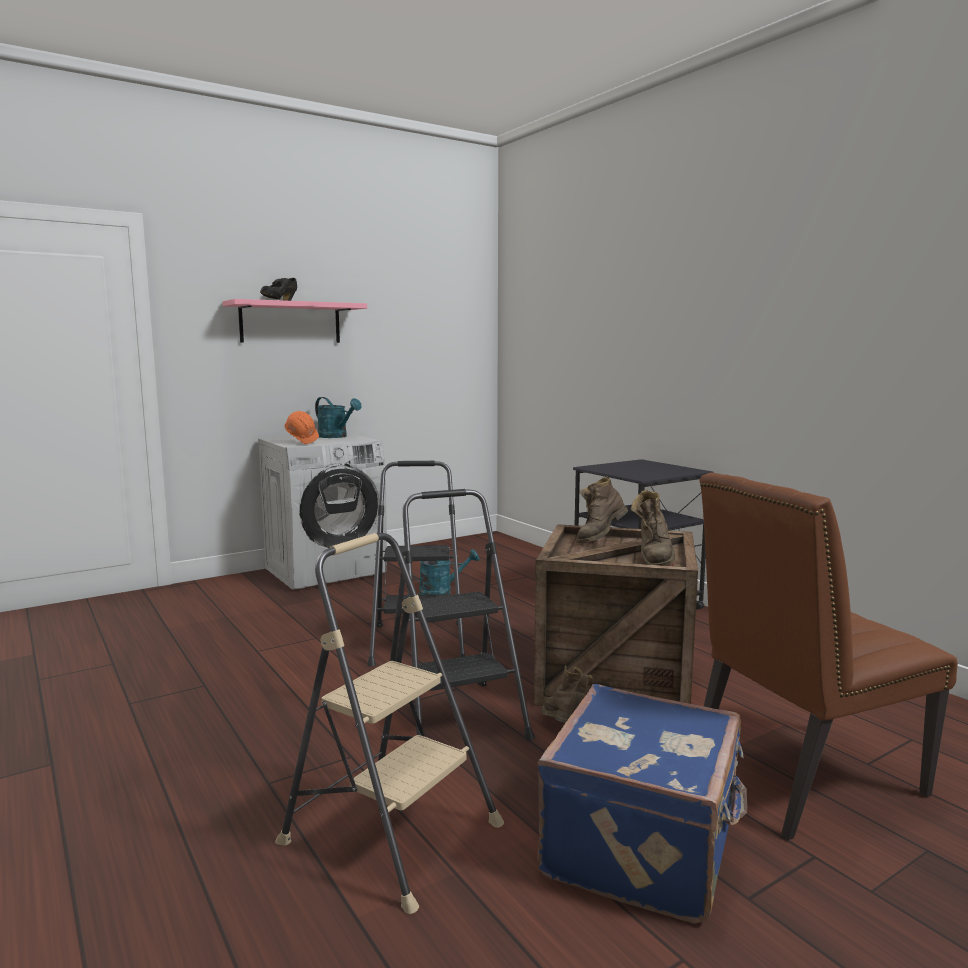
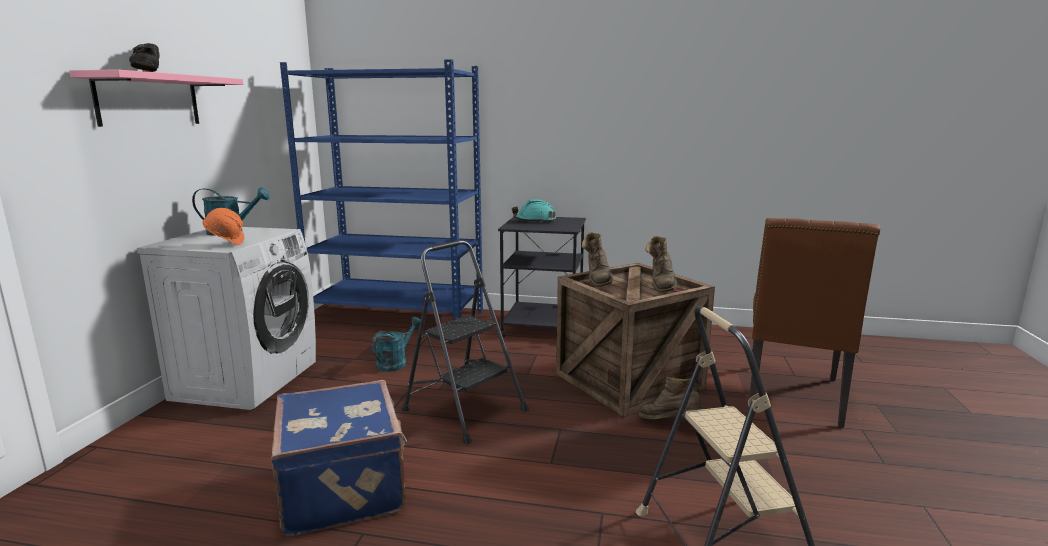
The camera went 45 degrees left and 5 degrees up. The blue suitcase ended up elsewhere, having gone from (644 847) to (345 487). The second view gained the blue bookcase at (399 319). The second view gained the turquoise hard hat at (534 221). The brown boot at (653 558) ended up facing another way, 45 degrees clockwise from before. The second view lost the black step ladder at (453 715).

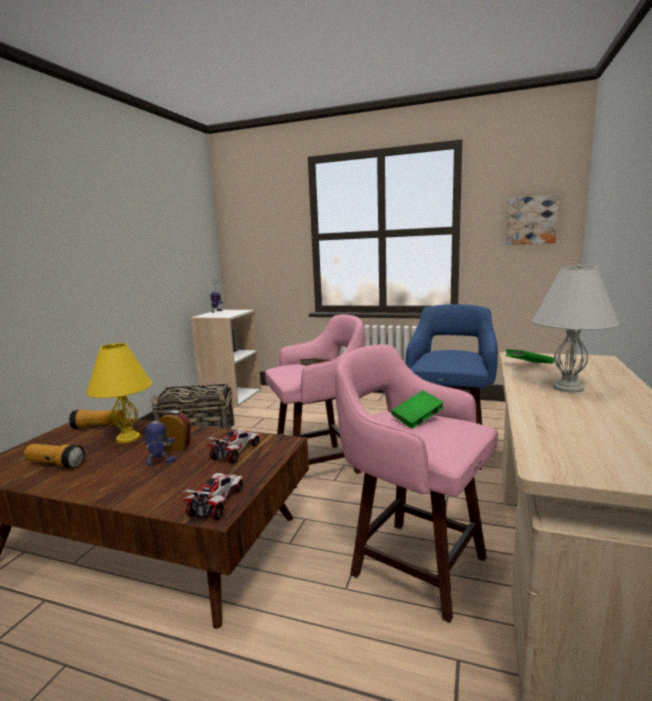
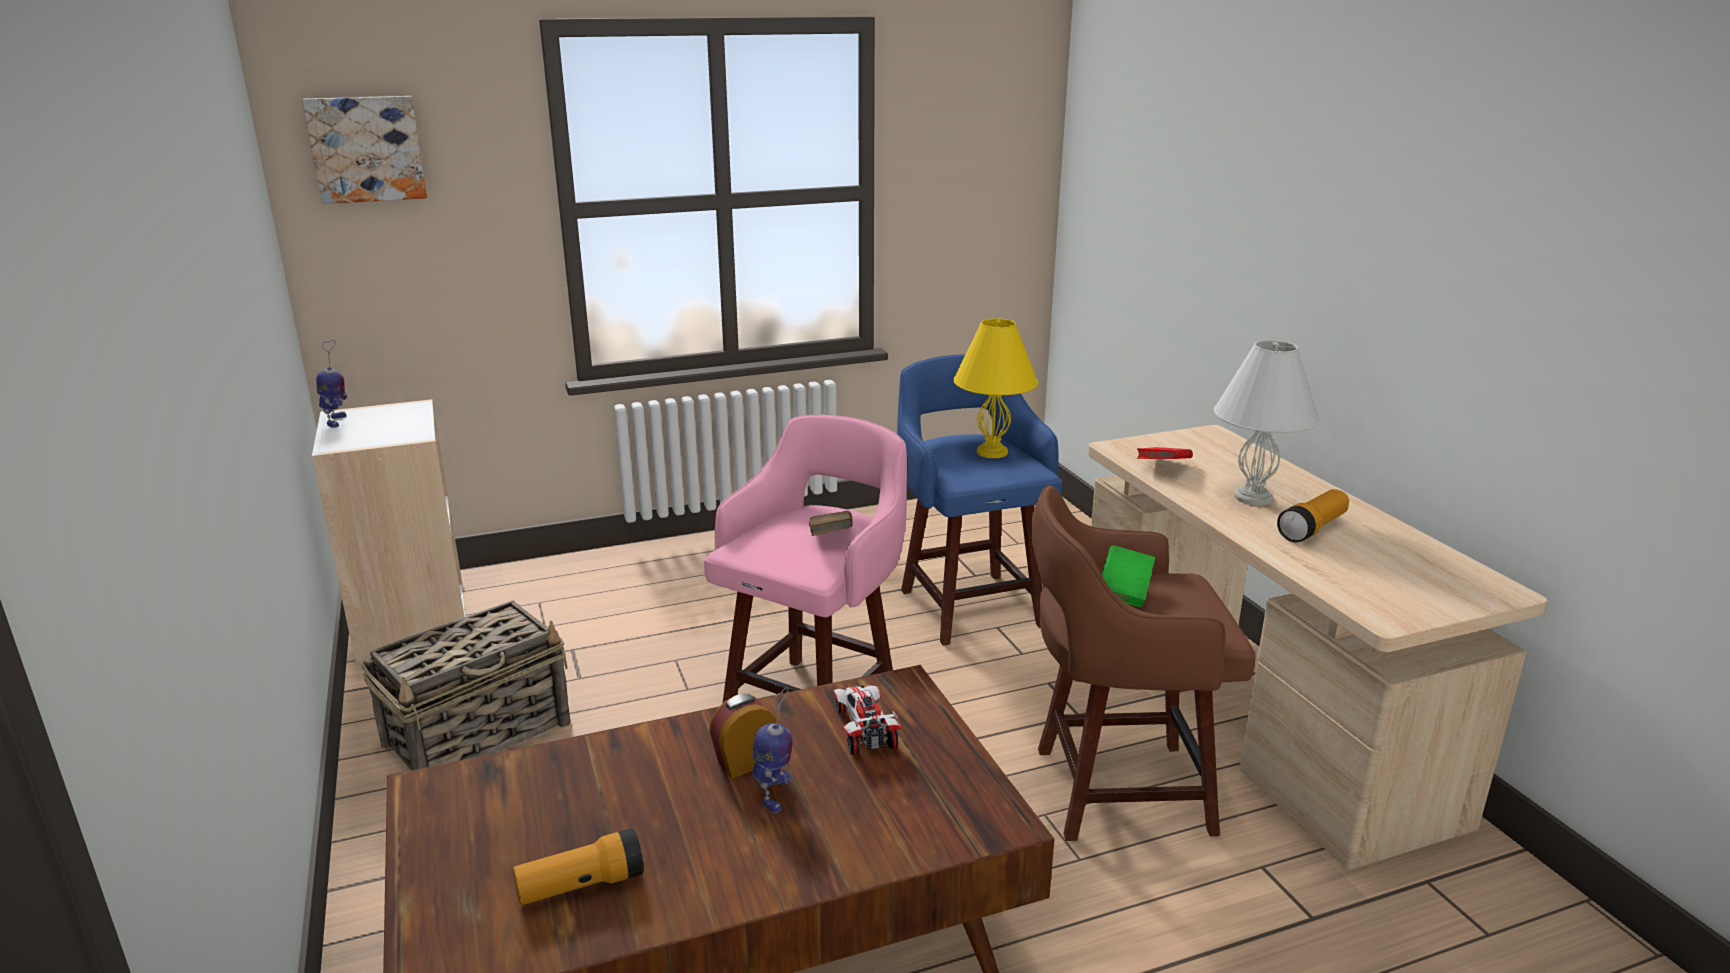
The camera went 40 degrees left and 10 degrees up. The picture ended up elsewhere, having gone from (531 220) to (366 149). The toy robot at (160 462) ended up facing another way, 135 degrees clockwise from before. The yellow table lamp ended up elsewhere, having gone from (128 438) to (991 452). What was the pink stool at (413 563) turned into the brown stool at (1114 791). What was the green book at (528 366) turned into the red book at (1162 467). The flashlight ended up elsewhere, having gone from (98 426) to (1312 529). The second view lost the toy car at (217 503).

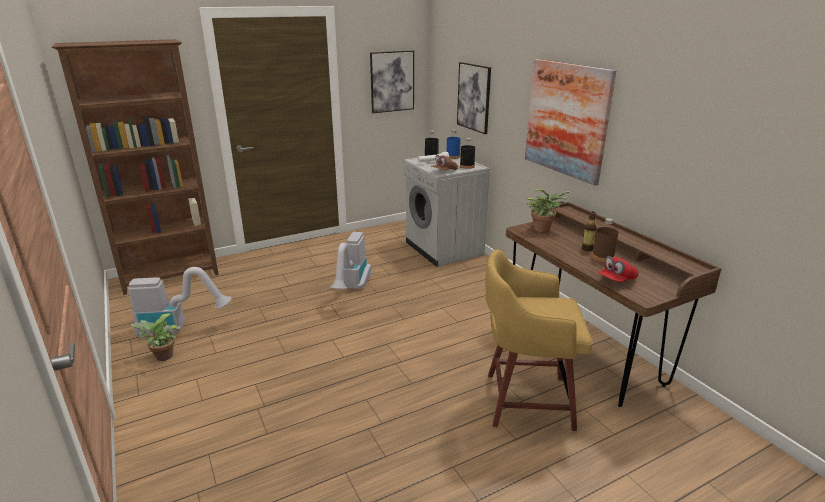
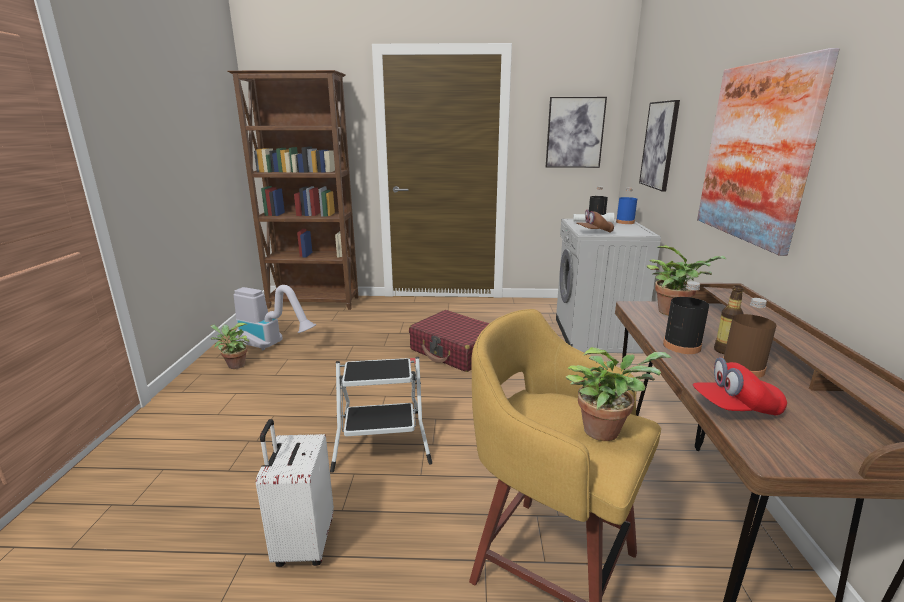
The camera went 30 degrees right and 5 degrees down. The second view gained the white suitcase at (303 543). The second view gained the step ladder at (382 440). Where the vacuum cleaner stood at (352 288), the red suitcase came to stand at (455 351). The second view gained the potted plant at (605 430). The black bottle ended up elsewhere, having gone from (467 166) to (681 346).

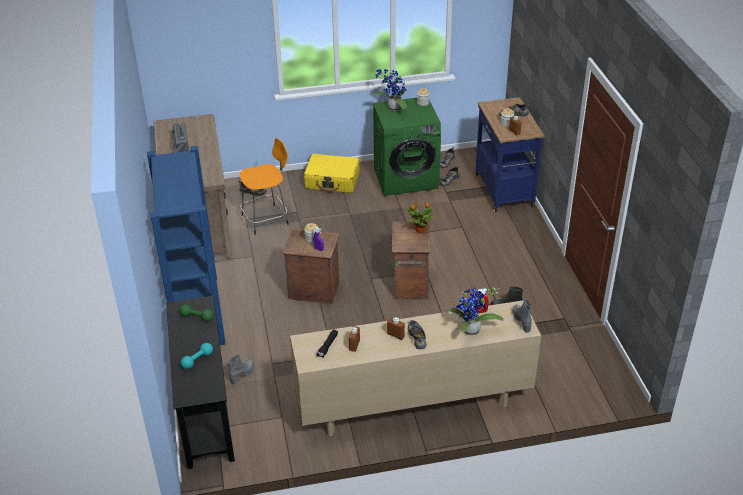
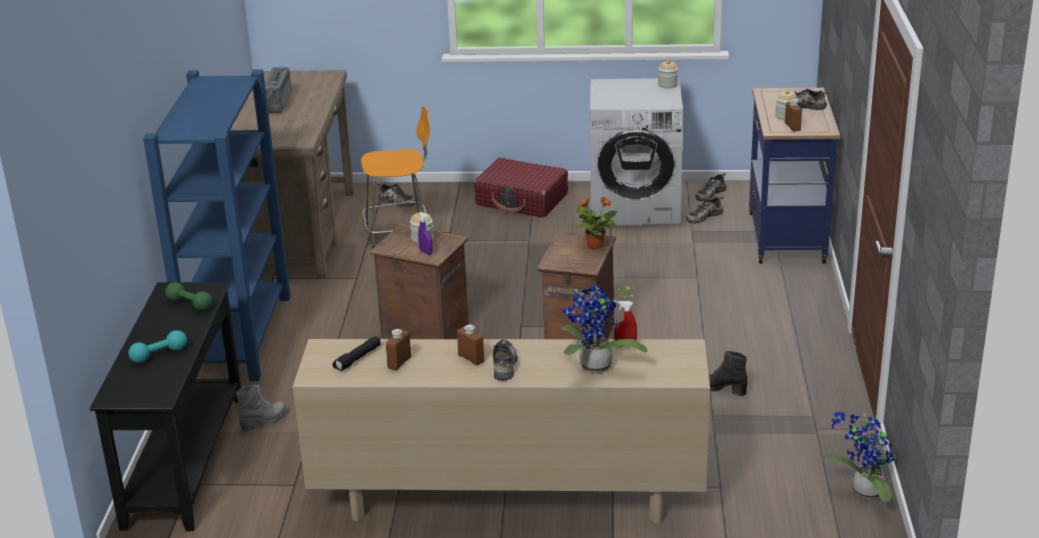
The camera went 15 degrees right and 10 degrees down. What was the yellow suitcase at (332 180) turned into the red suitcase at (522 200). What was the green washing machine at (406 180) turned into the white washing machine at (635 210). The potted plant ended up elsewhere, having gone from (393 108) to (863 492). The second view lost the grey boot at (522 321).

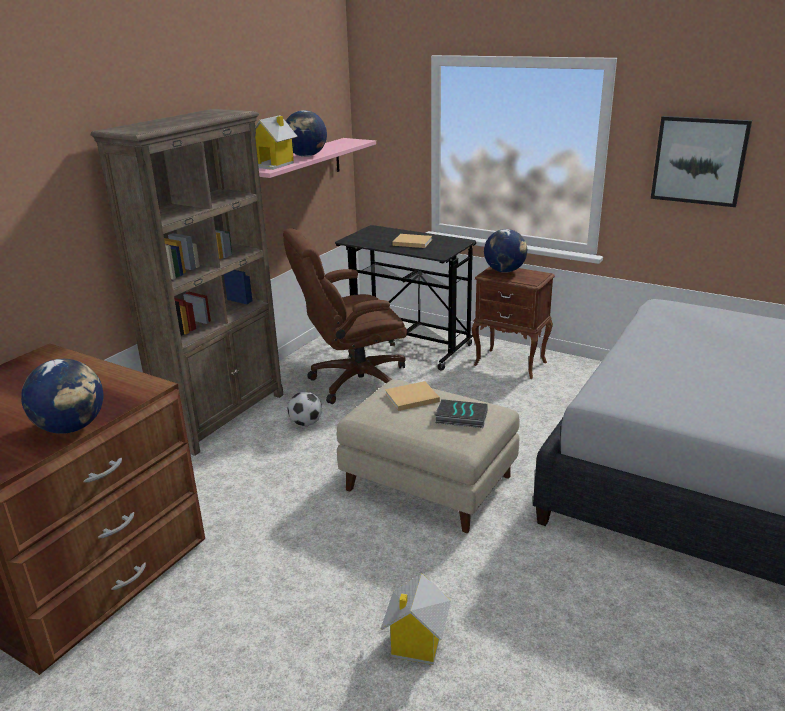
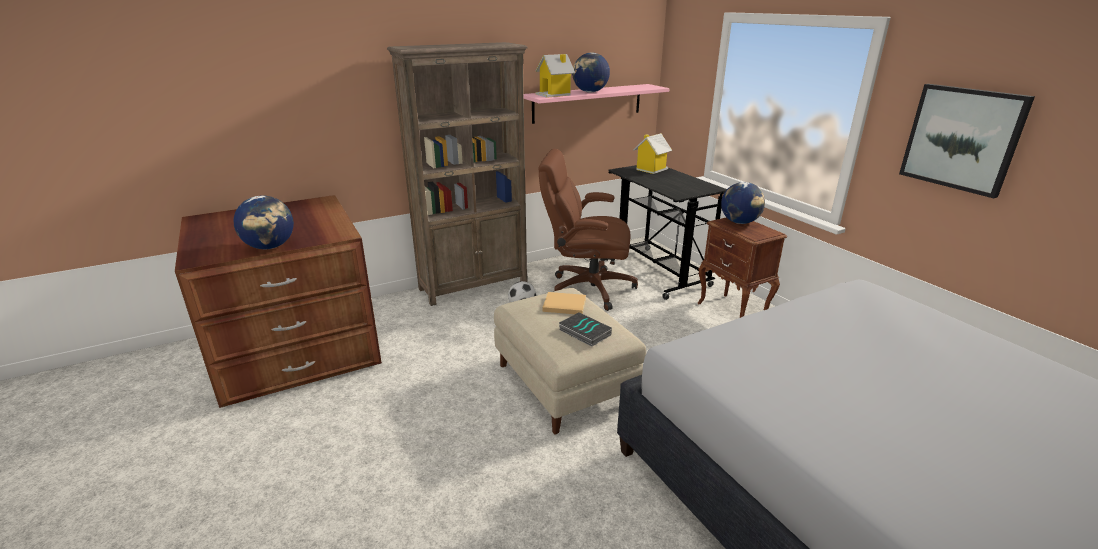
The camera went 30 degrees right and 0 degrees up. The toy house ended up elsewhere, having gone from (416 643) to (651 169). The second view lost the beige book at (411 242).

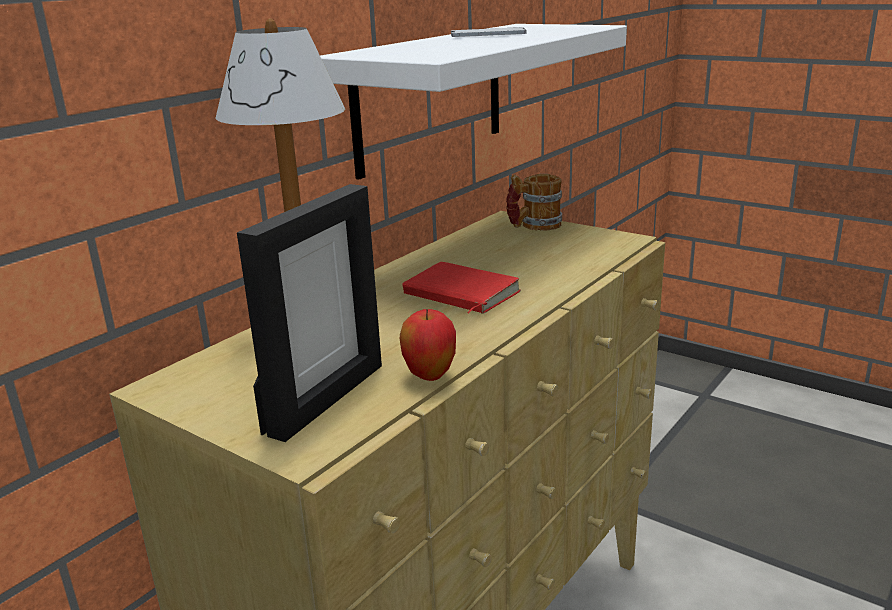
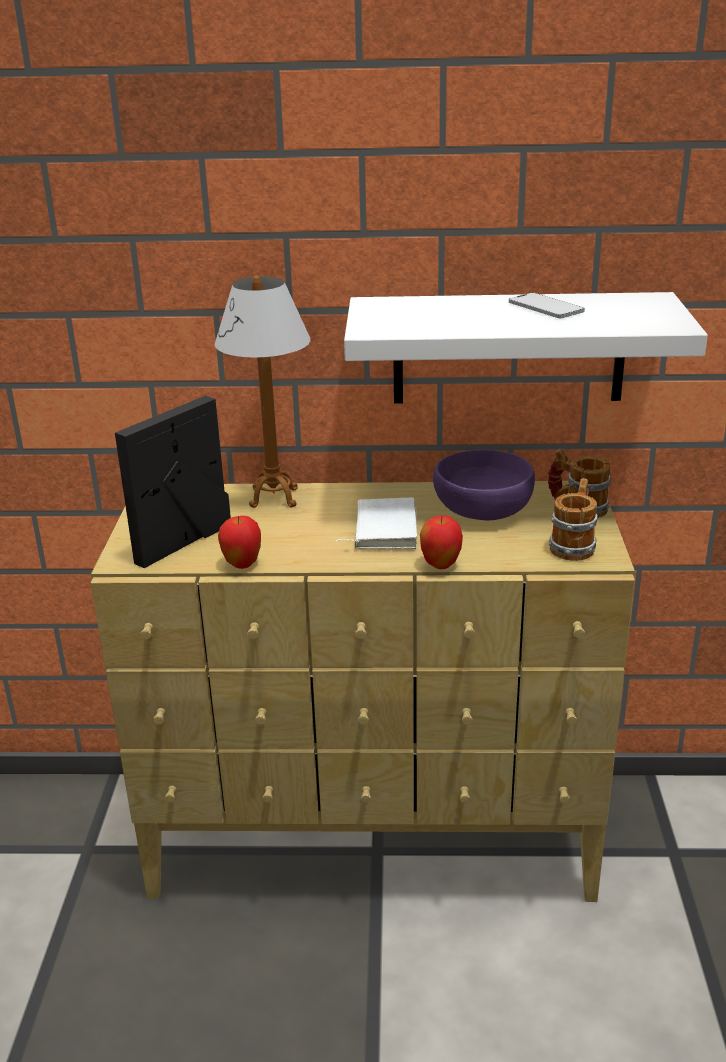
The camera went 55 degrees right and 5 degrees up. The picture frame at (325 398) ended up facing another way, 135 degrees clockwise from before. What was the red book at (459 295) turned into the white book at (383 528). The second view gained the apple at (440 565). The second view gained the purple bowl at (483 510). The second view gained the mug at (574 545).

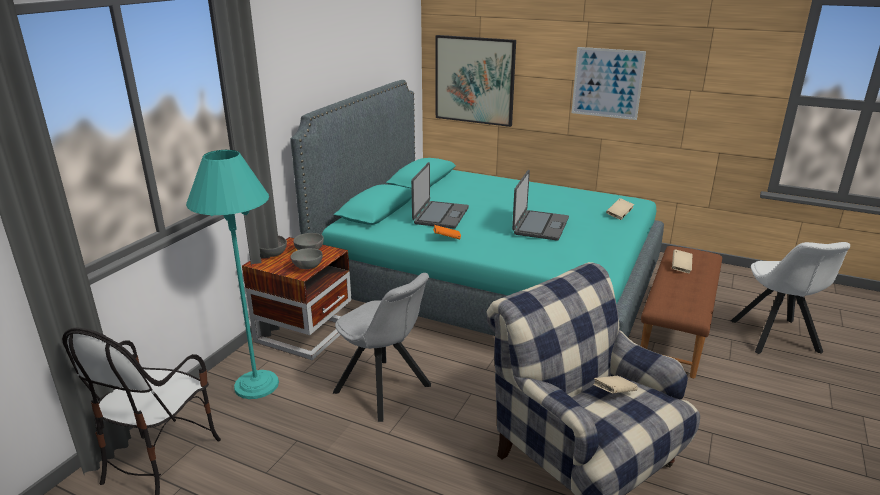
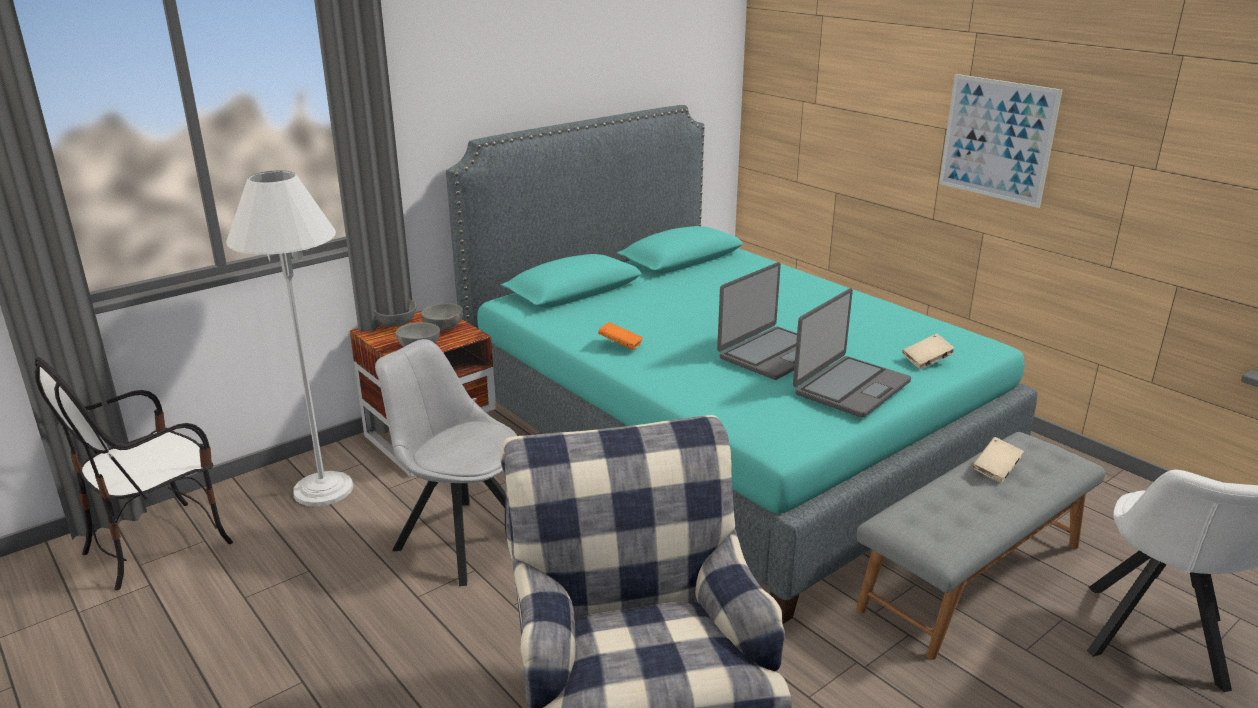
The camera went 25 degrees right and 0 degrees up. What was the turquoise floor lamp at (256 385) turned into the white floor lamp at (323 489). The grey chair at (384 390) ended up facing another way, 150 degrees clockwise from before. The laptop ended up elsewhere, having gone from (440 215) to (850 387). What was the brown bench at (675 330) turned into the grey bench at (970 575). The second view lost the picture at (474 80). The second view lost the beige book at (614 393).

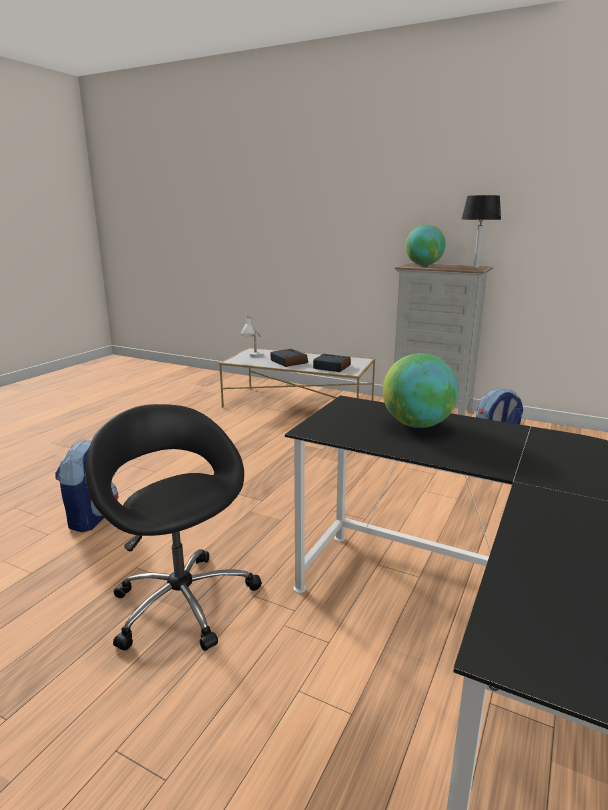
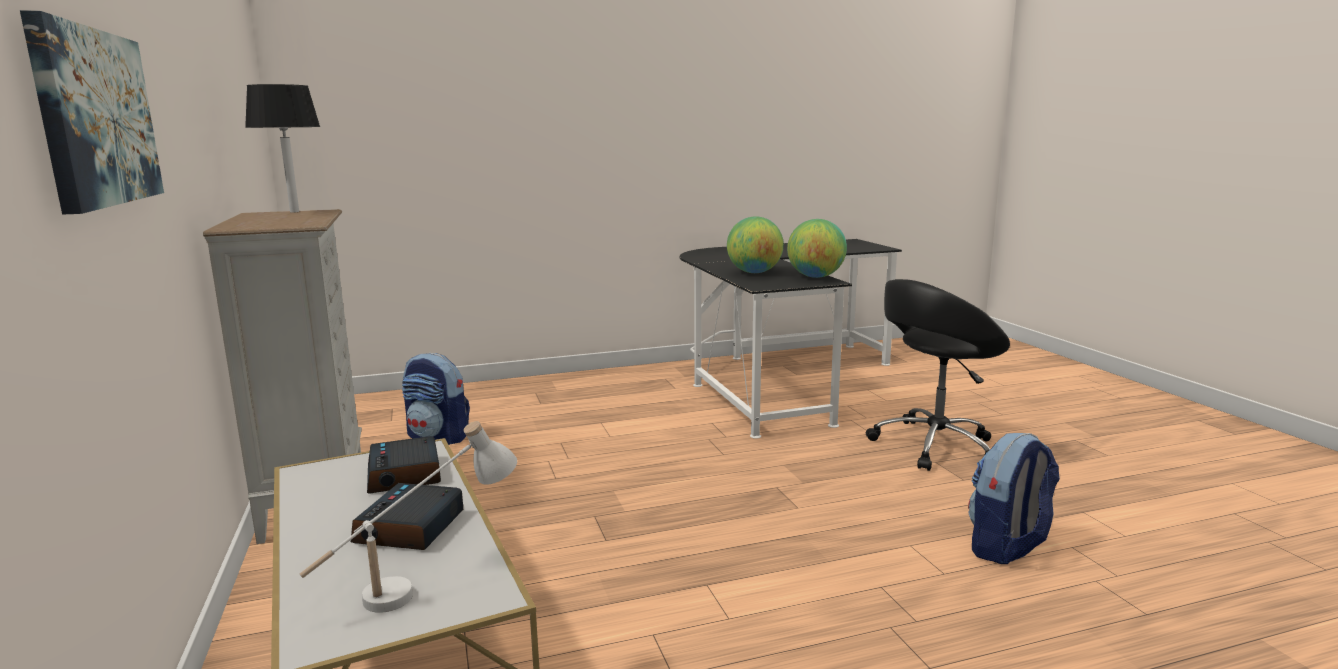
The camera went 135 degrees left and 5 degrees down. The second view gained the picture at (96 117). The globe ended up elsewhere, having gone from (423 265) to (815 277). The black office chair at (182 602) ended up facing another way, 60 degrees clockwise from before.

